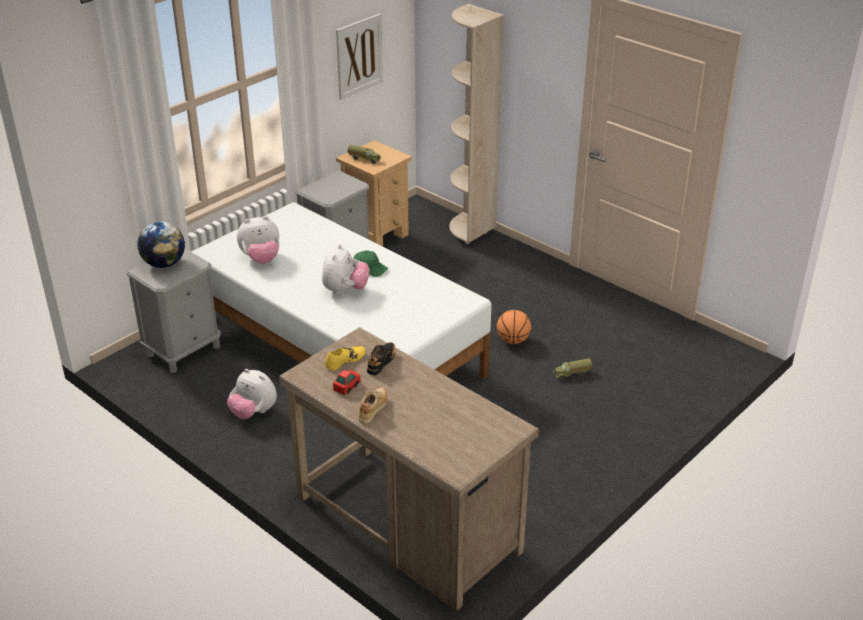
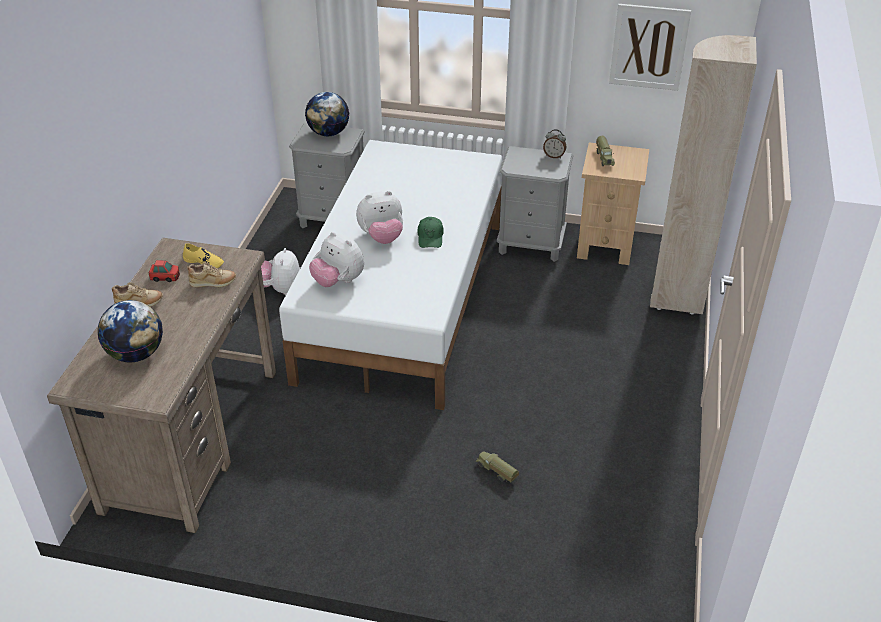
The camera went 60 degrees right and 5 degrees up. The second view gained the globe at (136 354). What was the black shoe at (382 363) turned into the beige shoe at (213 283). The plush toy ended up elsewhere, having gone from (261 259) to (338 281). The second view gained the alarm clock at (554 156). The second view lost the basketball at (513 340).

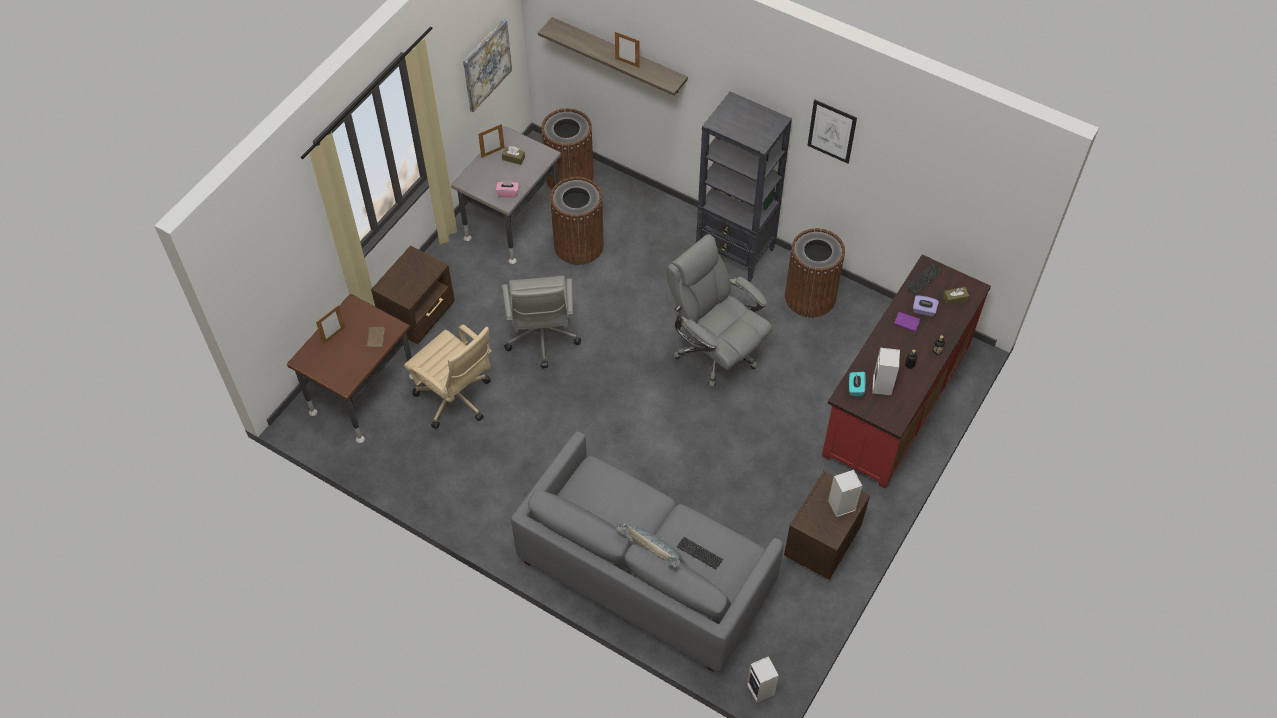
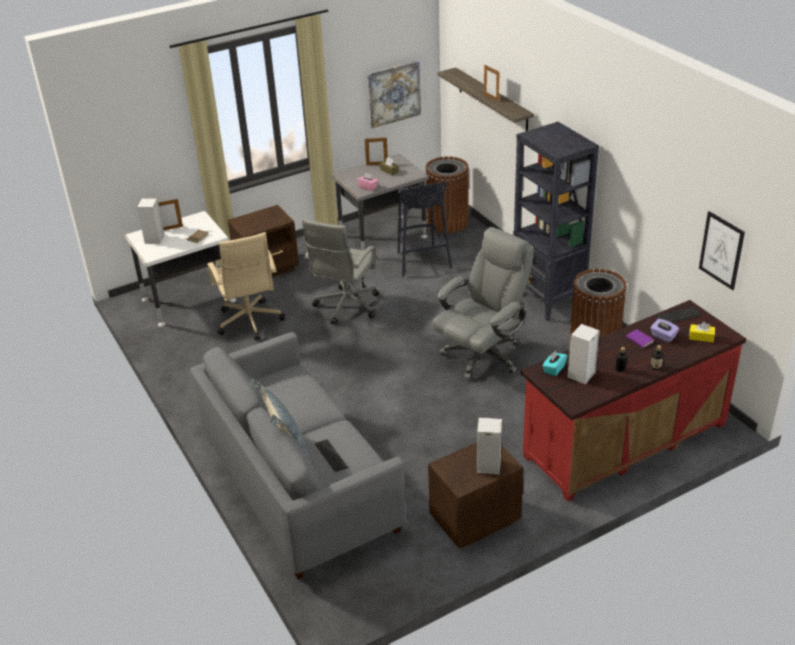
The camera went 30 degrees right and 20 degrees down. What was the brown desk at (363 393) turned into the white desk at (188 299). The speaker ended up elsewhere, having gone from (761 690) to (154 239). Where the brown trash can stood at (578 245), the grey stool came to stand at (421 262). The grey office chair at (716 351) ended up facing another way, 60 degrees clockwise from before. What was the brown tissue box at (955 299) turned into the yellow tissue box at (701 337). The picture ended up elsewhere, having gone from (832 131) to (721 250).

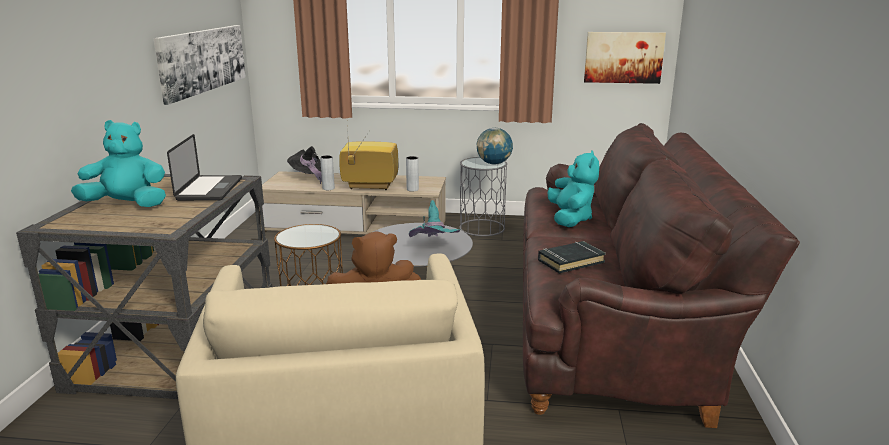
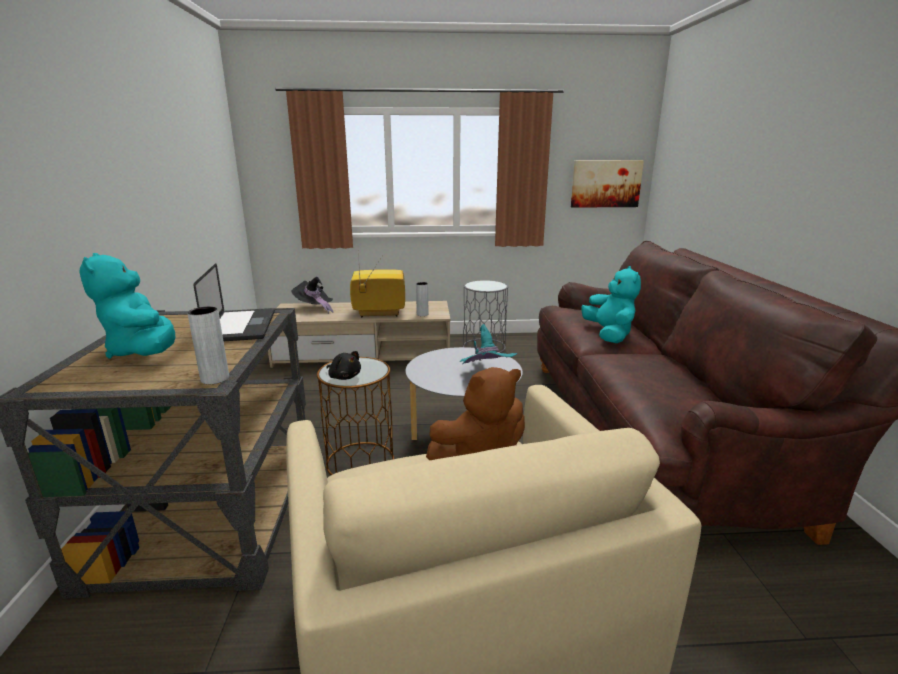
The camera went 10 degrees left and 0 degrees up. The turquoise plush toy at (127 205) ended up facing another way, 105 degrees counterclockwise from before. The grey vase ended up elsewhere, having gone from (328 188) to (215 379). The second view gained the black plush toy at (344 377). The second view lost the picture at (203 60). The second view lost the globe at (494 163). The second view lost the black book at (570 261).

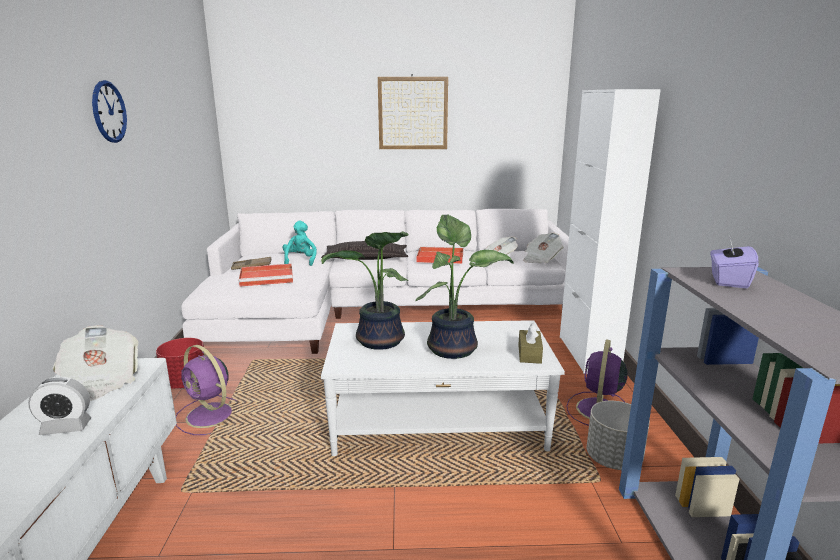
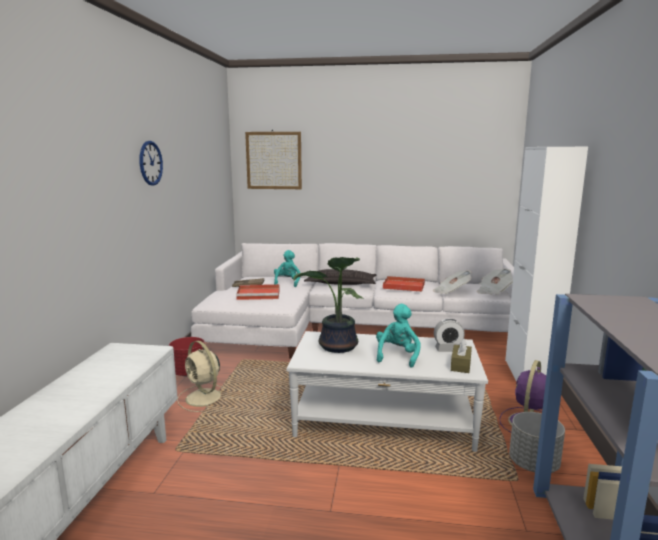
The camera went 10 degrees right and 5 degrees down. What was the purple fan at (211 416) turned into the beige fan at (204 398). The picture ended up elsewhere, having gone from (413 112) to (274 159). Where the potted plant stood at (454 348), the turquoise plush toy came to stand at (397 356). The alarm clock ended up elsewhere, having gone from (66 427) to (448 349). The second view lost the newspaper at (101 381). The second view lost the purple tissue box at (728 280).

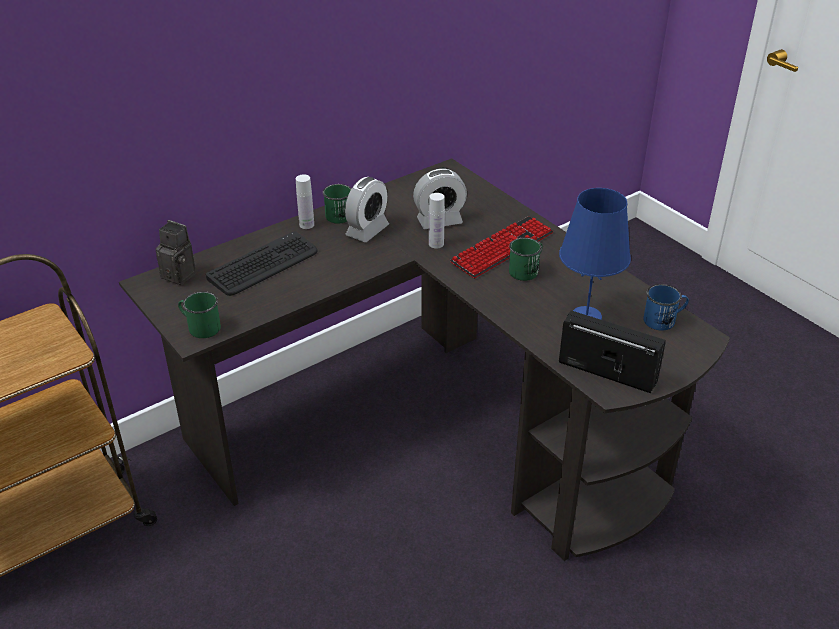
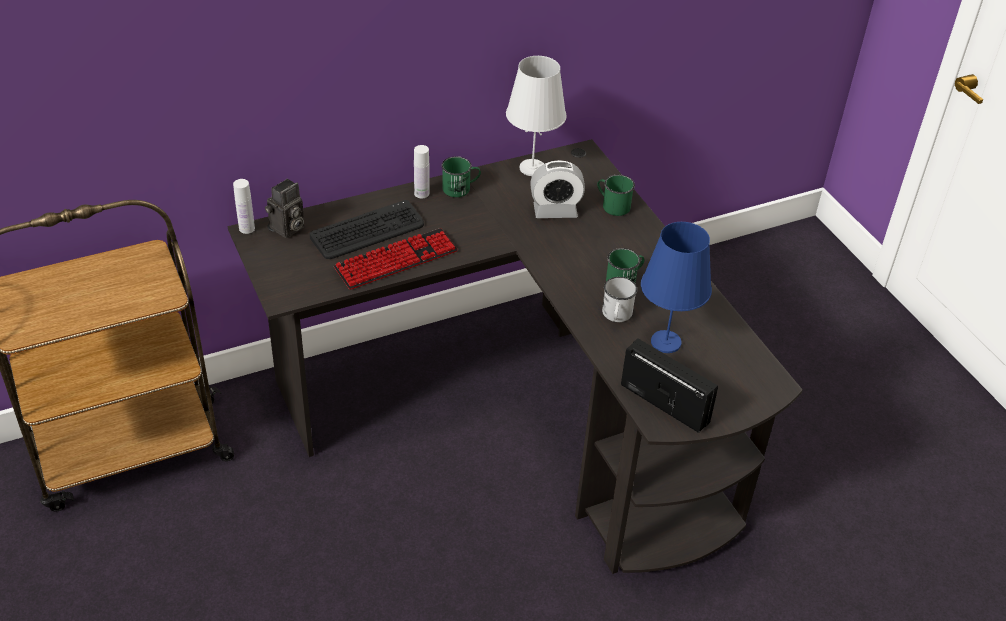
The camera went 10 degrees right and 5 degrees up. The white bottle ended up elsewhere, having gone from (436 244) to (247 228). The photo camera at (181 275) ended up facing another way, 90 degrees clockwise from before. The keyboard ended up elsewhere, having gone from (502 248) to (396 260). The second view gained the white table lamp at (532 168). The green mug ended up elsewhere, having gone from (200 327) to (612 205). The second view gained the white mug at (616 316). The second view lost the alarm clock at (367 230). The second view lost the blue mug at (664 320).

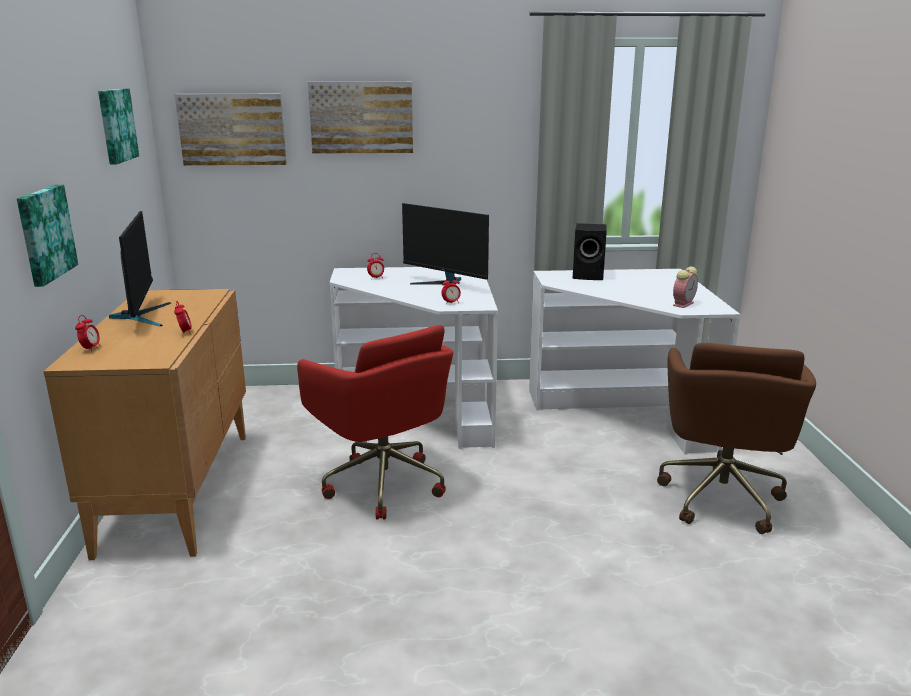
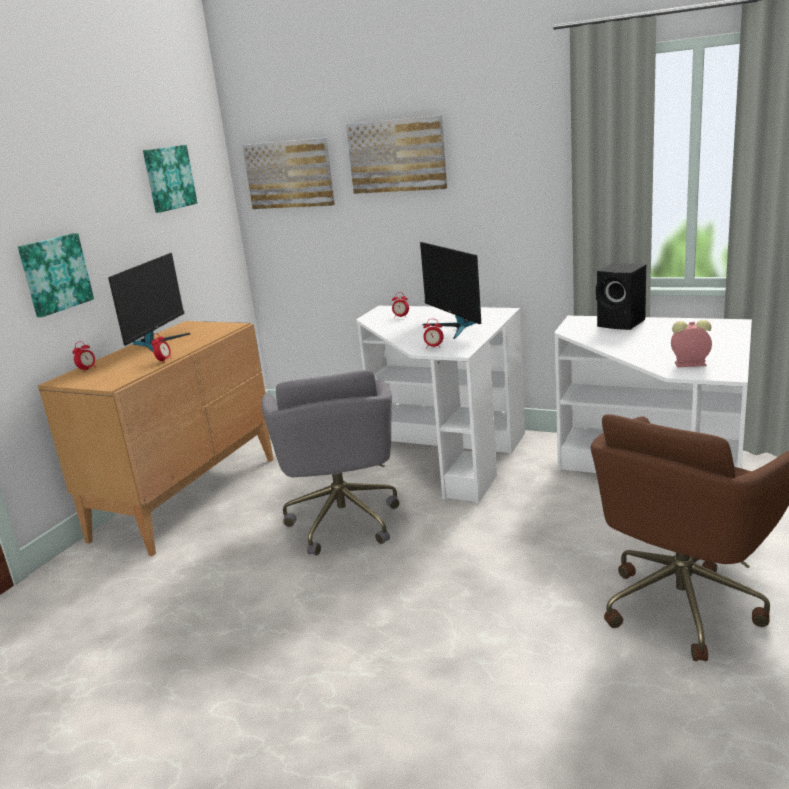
The camera went 30 degrees right and 0 degrees up. What was the red office chair at (381 484) turned into the grey office chair at (343 521). The alarm clock at (683 304) ended up facing another way, 150 degrees counterclockwise from before.

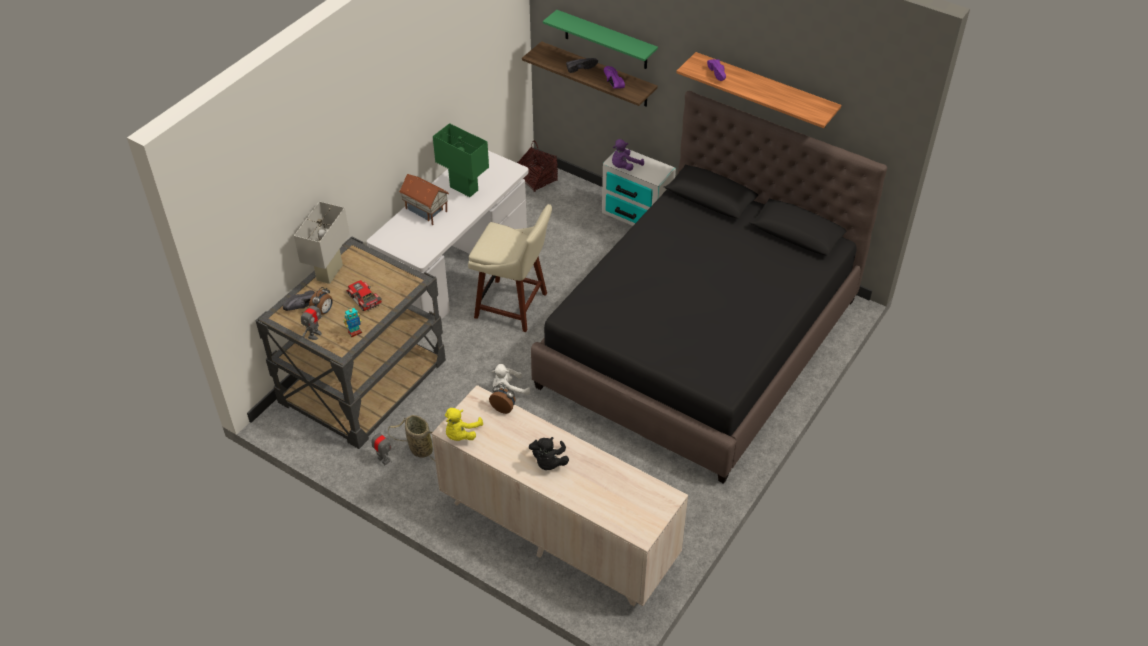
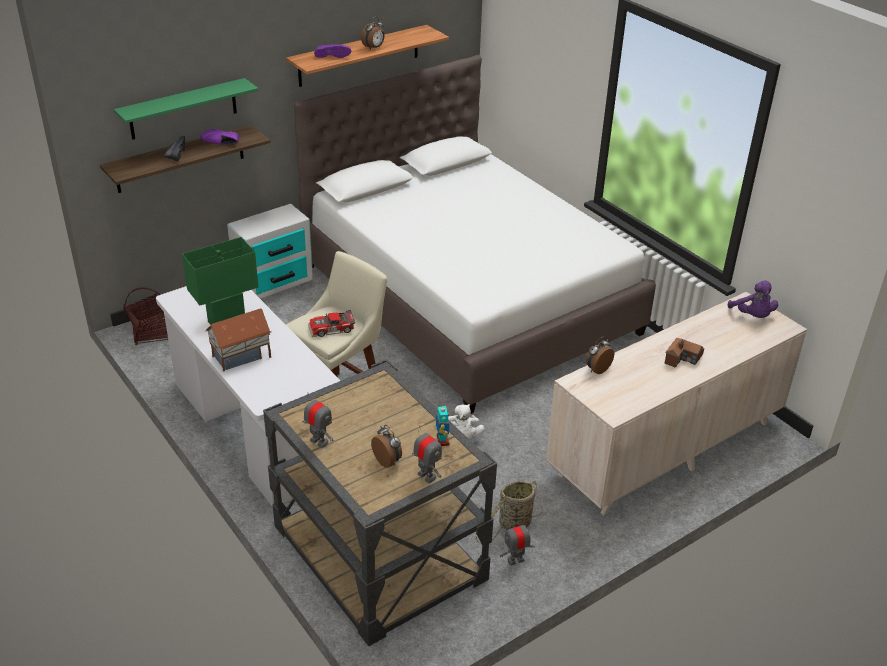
The camera went 70 degrees left and 10 degrees down. What was the black bed at (700 342) turned into the white bed at (468 298). Where the white table lamp stood at (329 273), the toy robot came to stand at (319 441). The toy car ended up elsewhere, having gone from (363 299) to (332 329). The second view gained the alarm clock at (374 48). Where the black plush toy stood at (548 462), the toy house came to stand at (683 358). The purple plush toy ended up elsewhere, having gone from (624 167) to (752 316). The second view lost the black shoe at (303 307). The second view lost the yellow plush toy at (461 434).

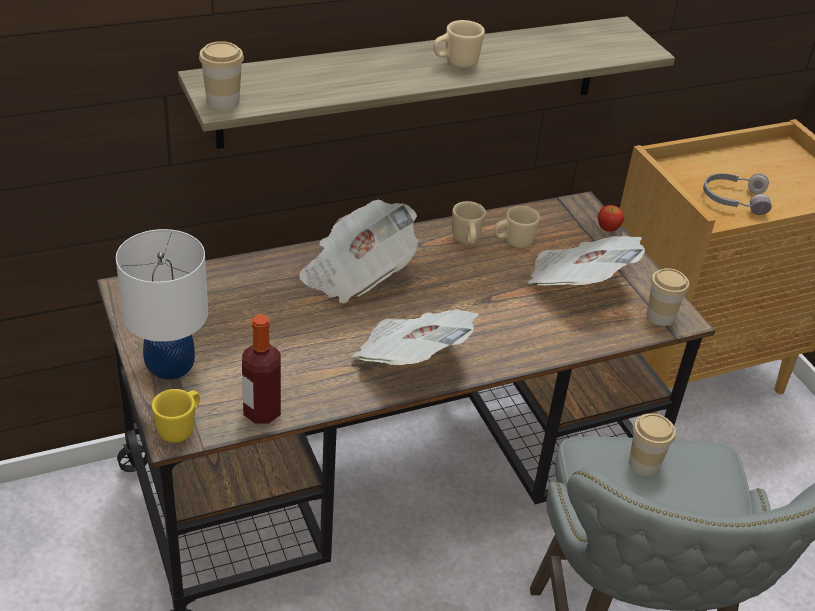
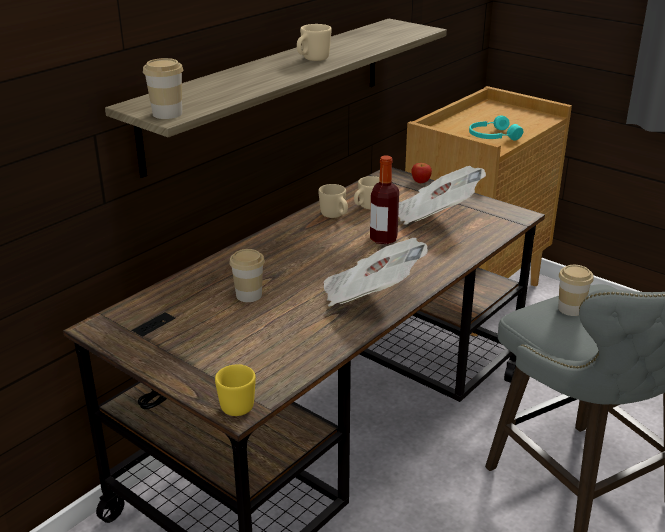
The camera went 25 degrees left and 10 degrees down. The cup ended up elsewhere, having gone from (660 316) to (249 295). The bottle ended up elsewhere, having gone from (262 412) to (383 239). What was the grey headphones at (734 199) turned into the turquoise headphones at (492 136). The second view lost the white table lamp at (170 370). The second view lost the newspaper at (357 275).

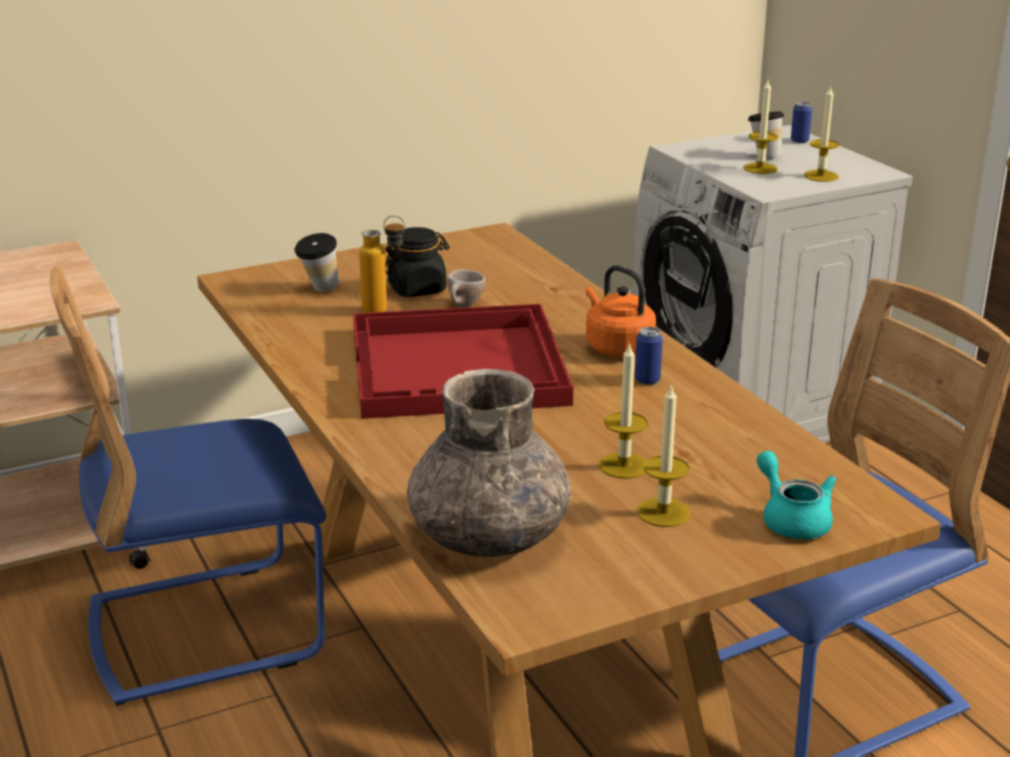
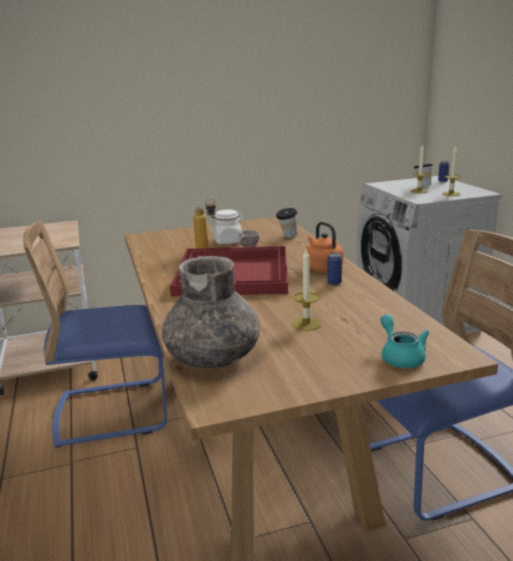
The camera went 10 degrees right and 5 degrees down. What was the black jar at (417 289) turned into the white jar at (228 241). The cup ended up elsewhere, having gone from (319 290) to (287 237). The second view lost the candle at (663 512).

